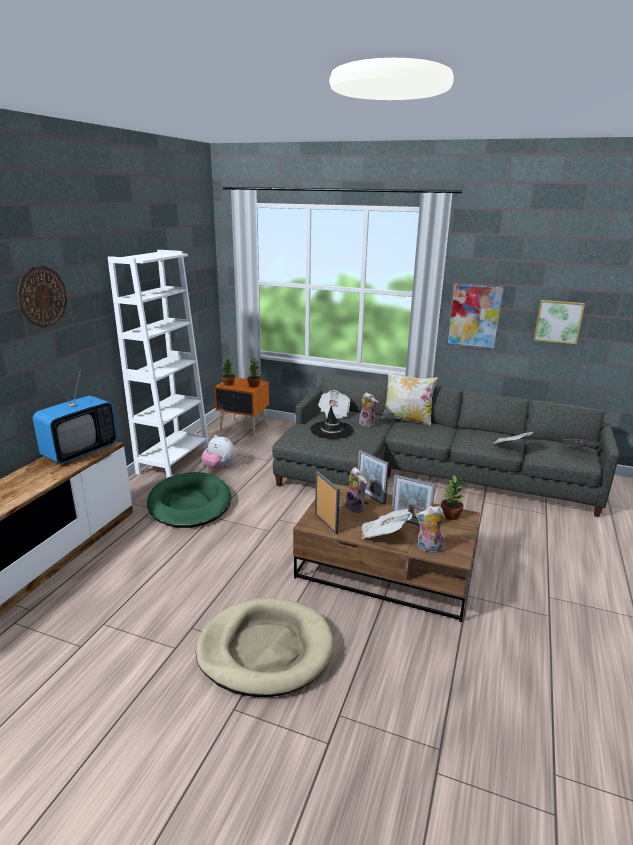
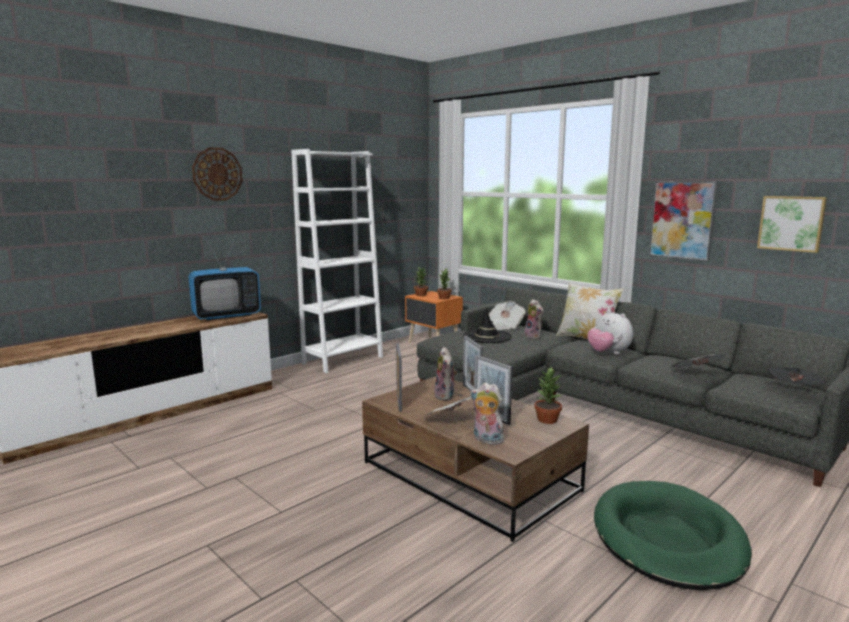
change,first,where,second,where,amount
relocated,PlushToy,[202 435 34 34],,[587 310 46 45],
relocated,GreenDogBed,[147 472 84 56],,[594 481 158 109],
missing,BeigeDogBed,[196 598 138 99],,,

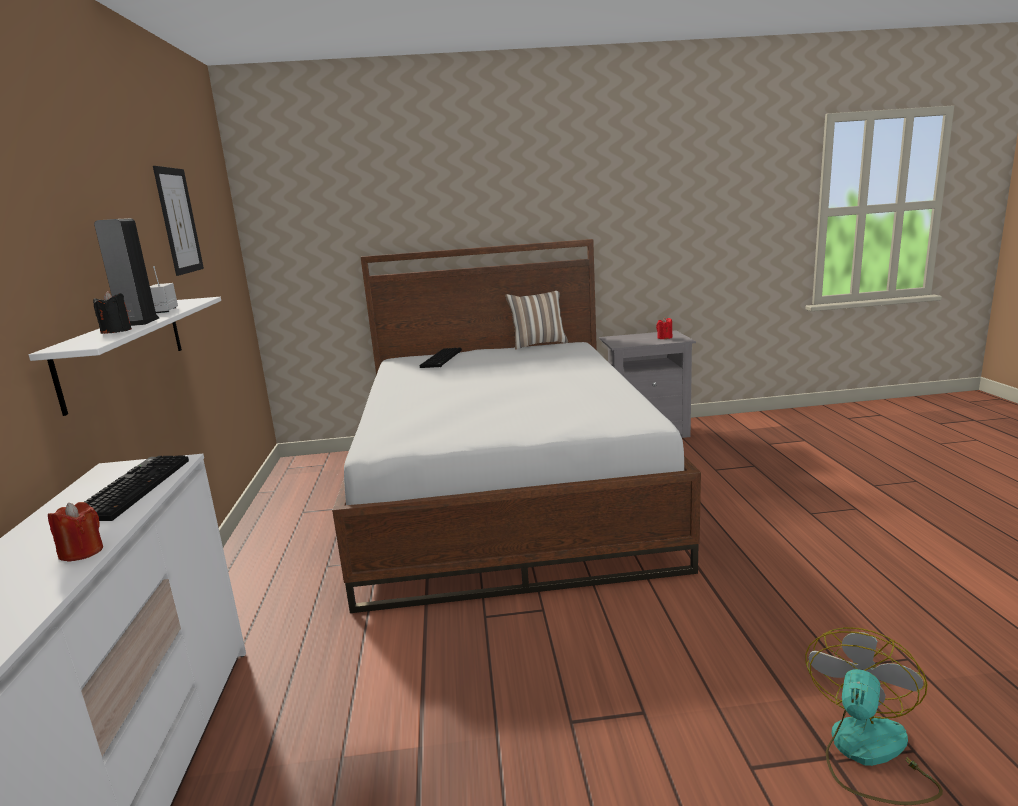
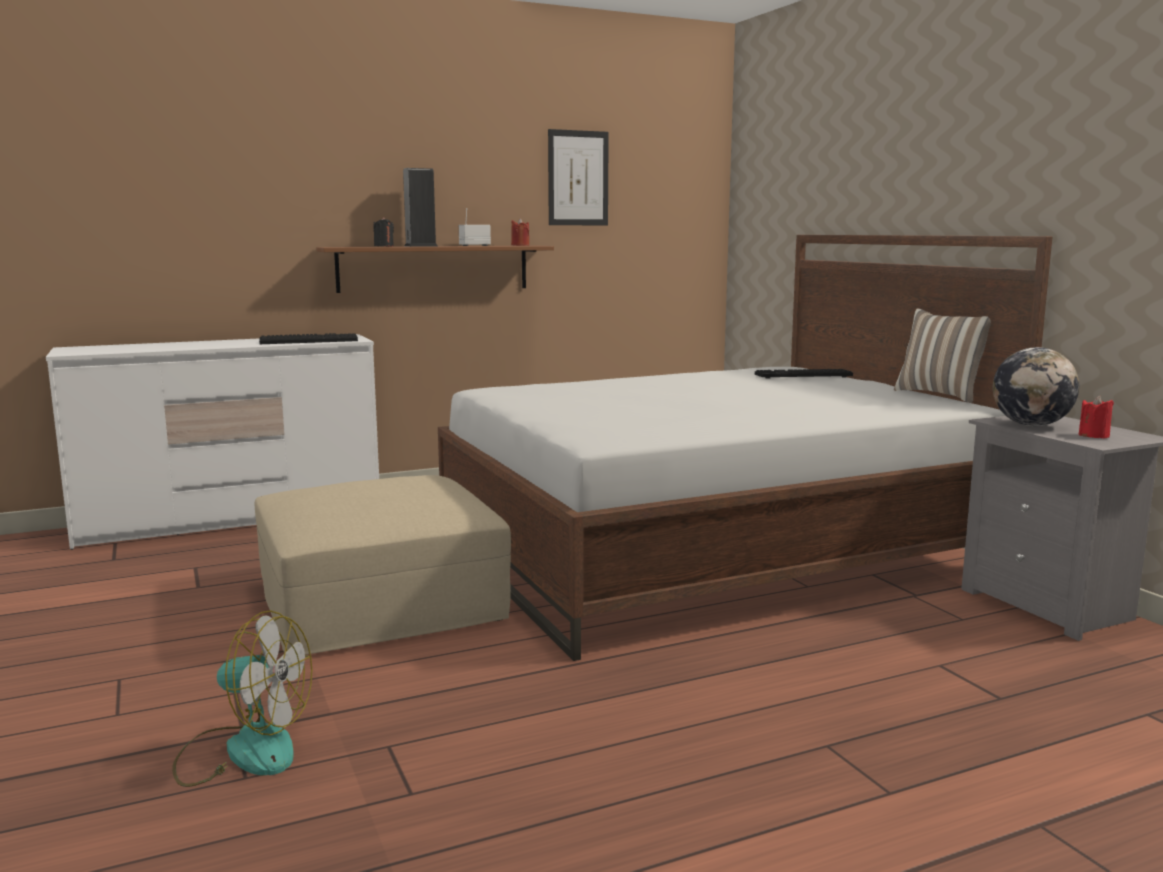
change,first,where,second,where,amount
colour,WhiteShelf,[29 297 192 119],BrownShelf,[317 246 237 47],
relocated,RedCandle,[48 502 55 59],,[511 218 18 28],
appeared,,,Globe,[993 347 86 79],
appeared,,,BeigeOttoman,[255 475 256 180],

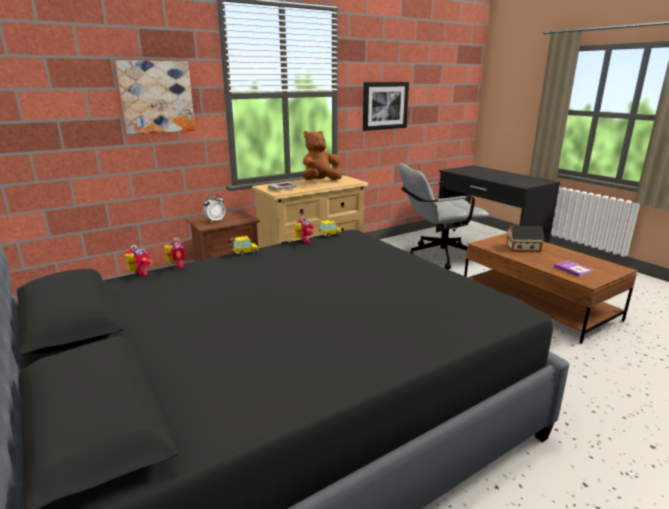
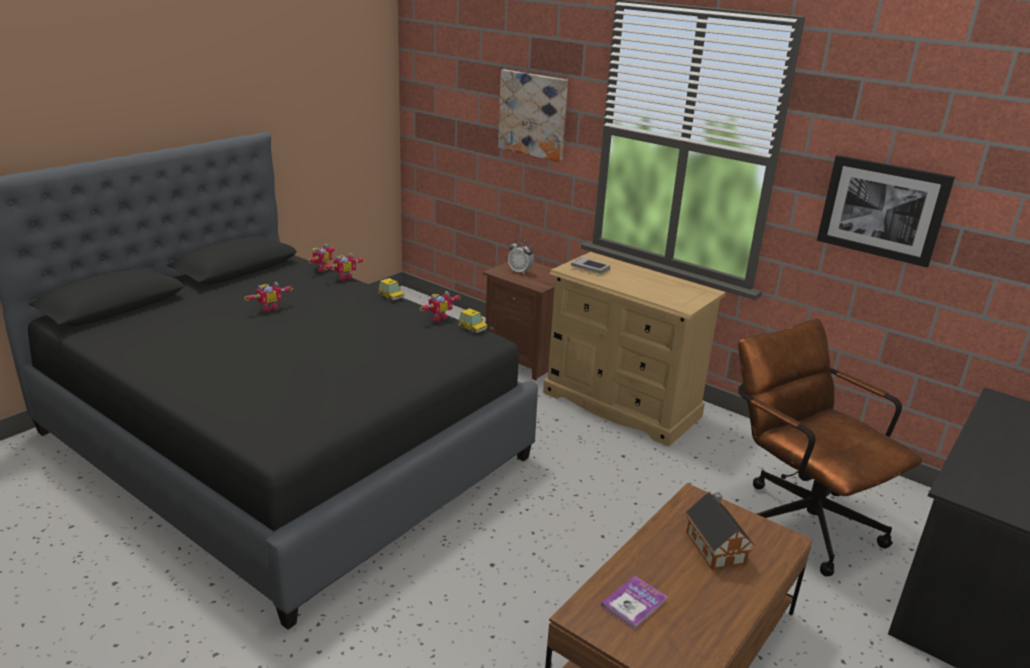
change,first,where,second,where,amount
missing,BrownPlushToy,[302 131 40 49],,,
colour,GreyOfficeChair,[398 163 91 107],BrownOfficeChair,[738 319 184 258],
appeared,,,ToyRobot,[244 282 49 30],

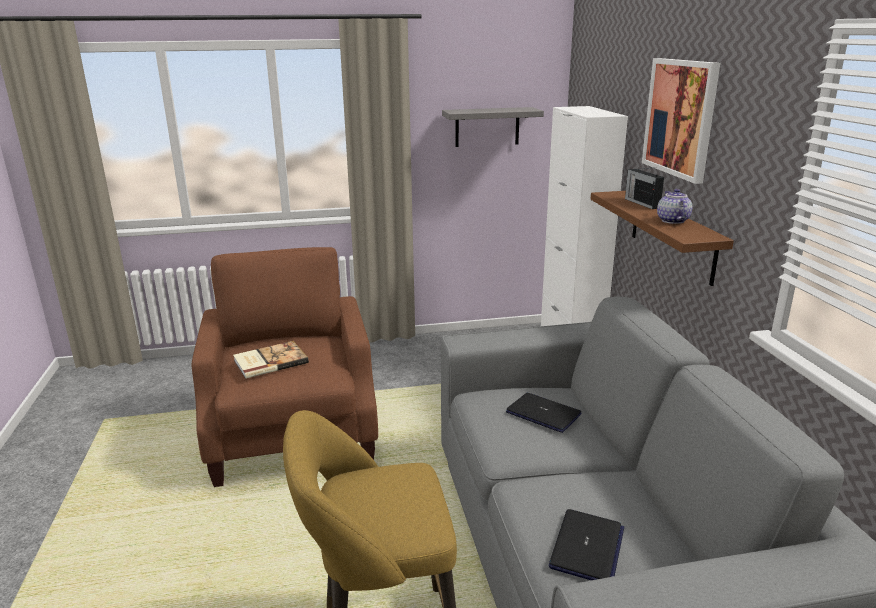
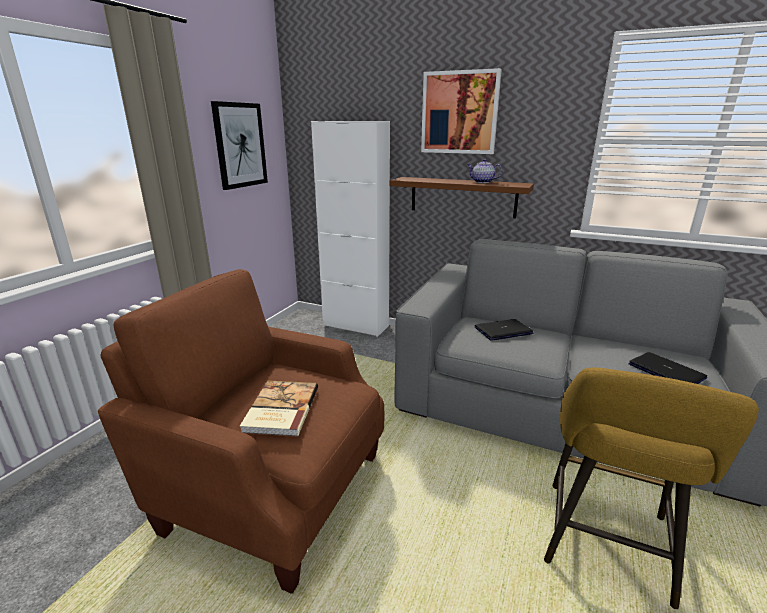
change,first,where,second,where,amount
exchanged,GreyShelf,[442 107 102 40],Picture,[211 101 57 89],
missing,Radio,[625 167 39 42],,,

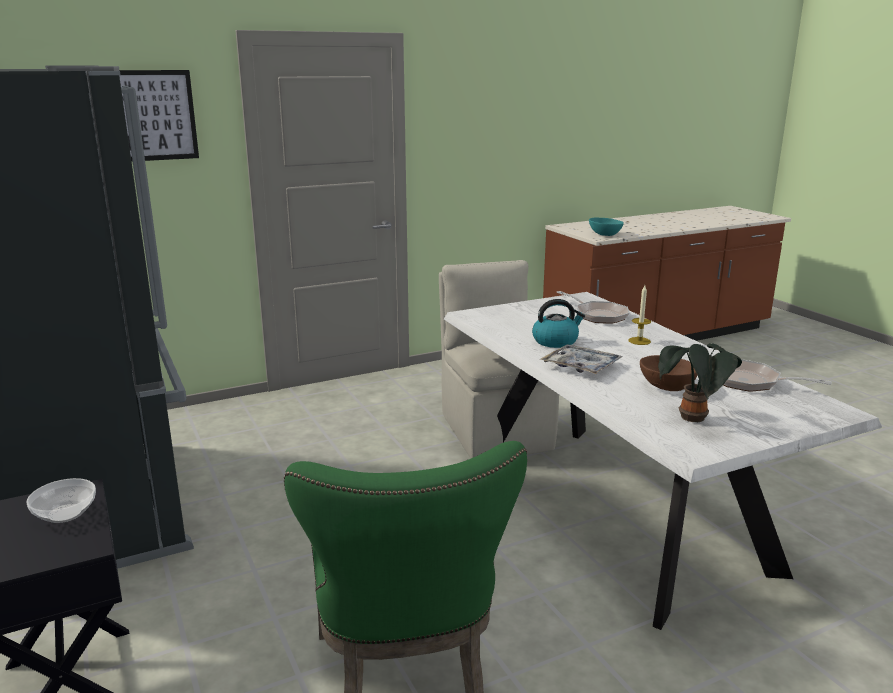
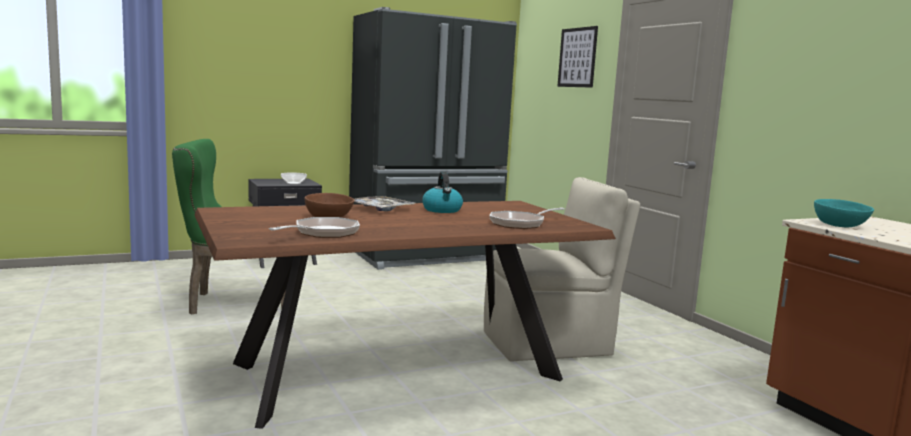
change,first,where,second,where,amount
missing,Candle,[628 285 23 60],,,
colour,WhiteDiningTable,[444 292 438 338],BrownDiningTable,[195 201 421 228],
missing,PottedPlant,[658 343 84 79],,,

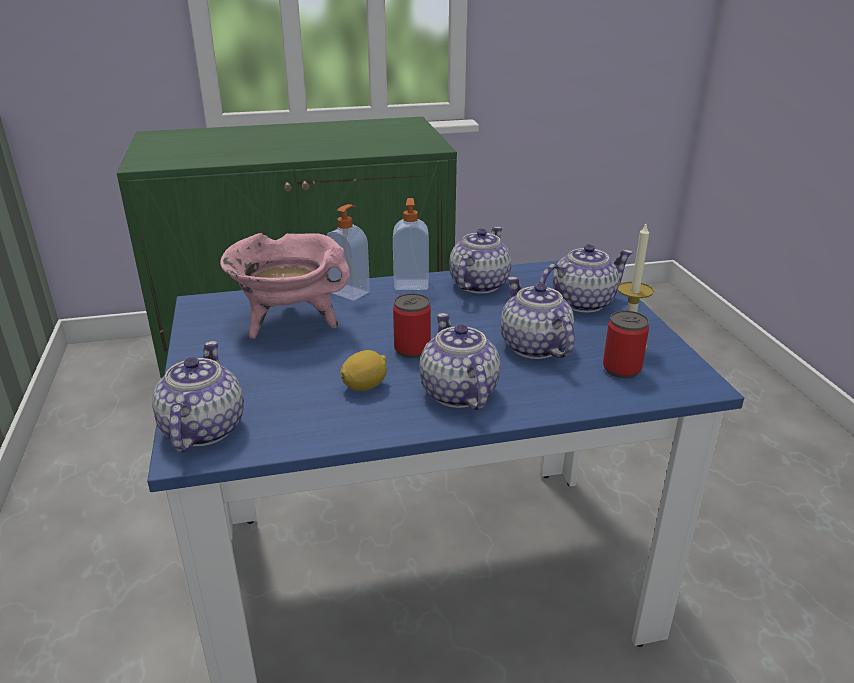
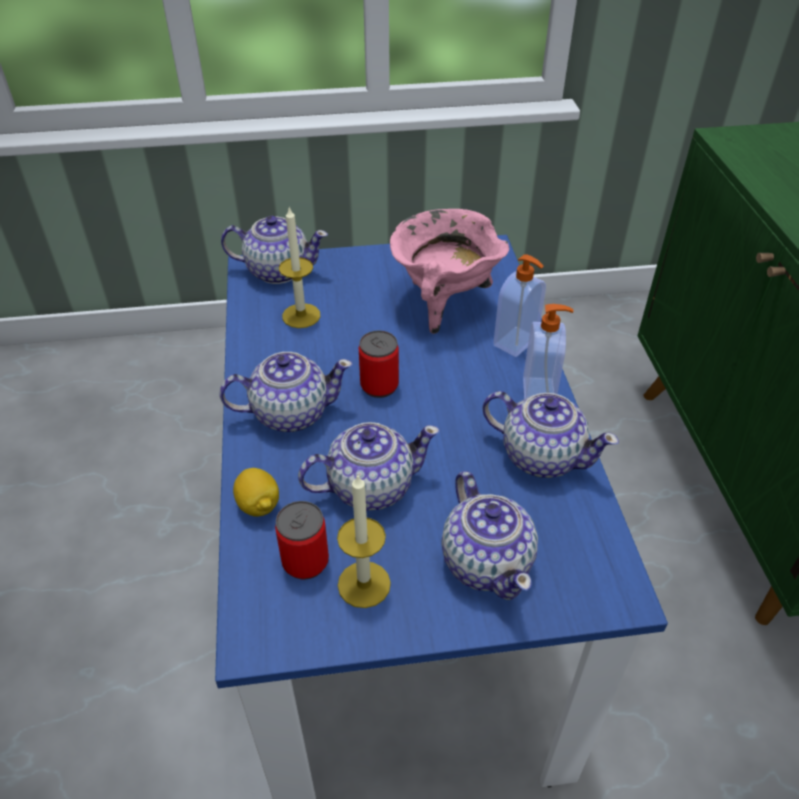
change,first,where,second,where,amount
relocated,Lemon,[340 350 47 41],,[233 468 46 49],
appeared,,,Candle,[279 207 41 121],

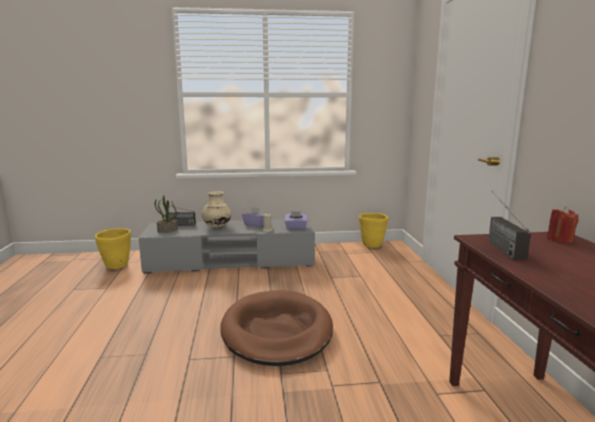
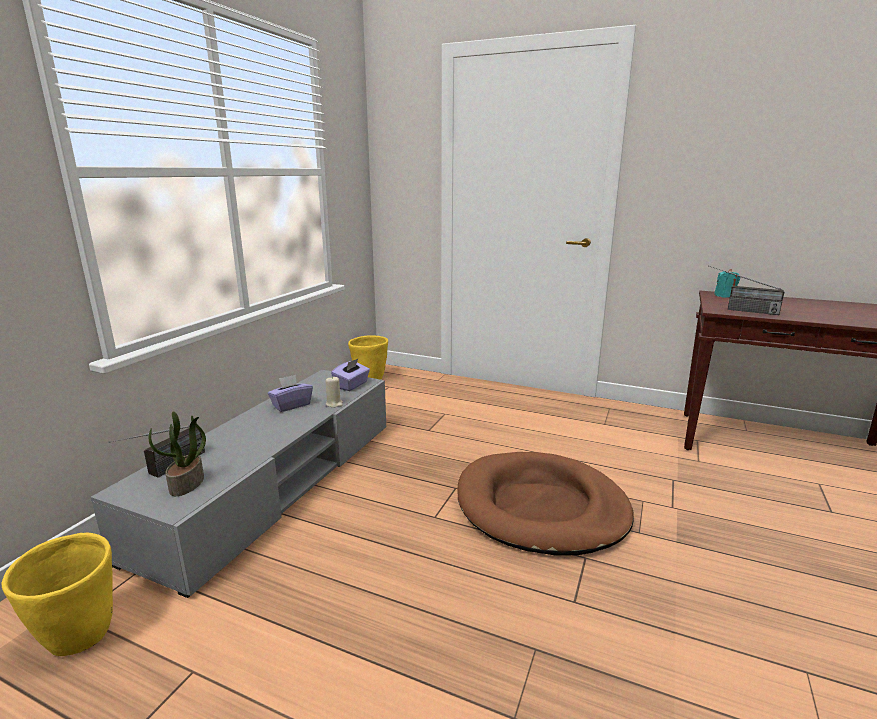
change,first,where,second,where,amount
missing,BeigeVase,[202 191 29 37],,,
colour,RedCandle,[547 207 31 36],TurquoiseCandle,[714 269 26 29],

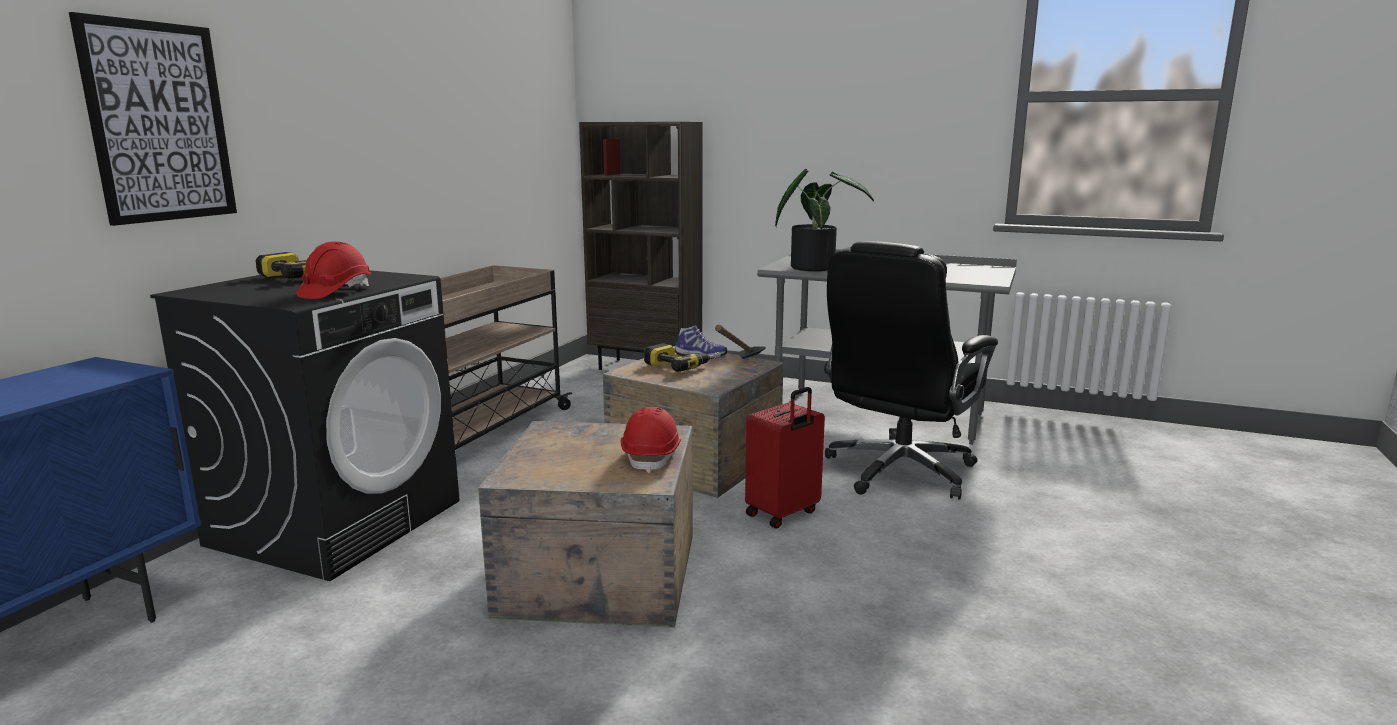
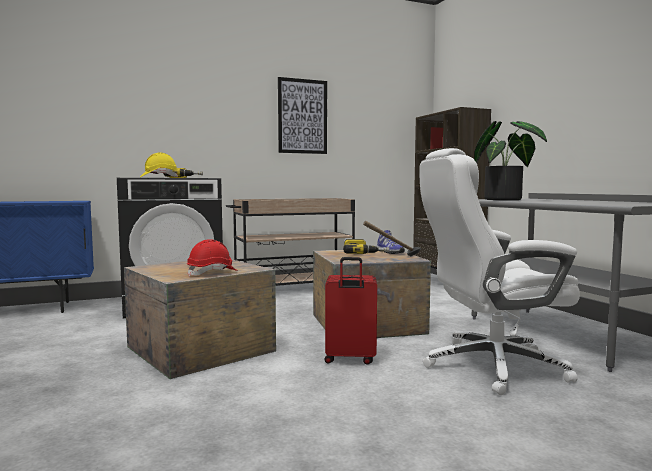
change,first,where,second,where,amount
relocated,Picture,[69 12 168 214],,[278 77 49 77],
colour,RedHardHat,[296 241 75 58],YellowHardHat,[140 153 38 24],
colour,BlackOfficeChair,[824 241 174 259],WhiteOfficeChair,[419 148 161 247],

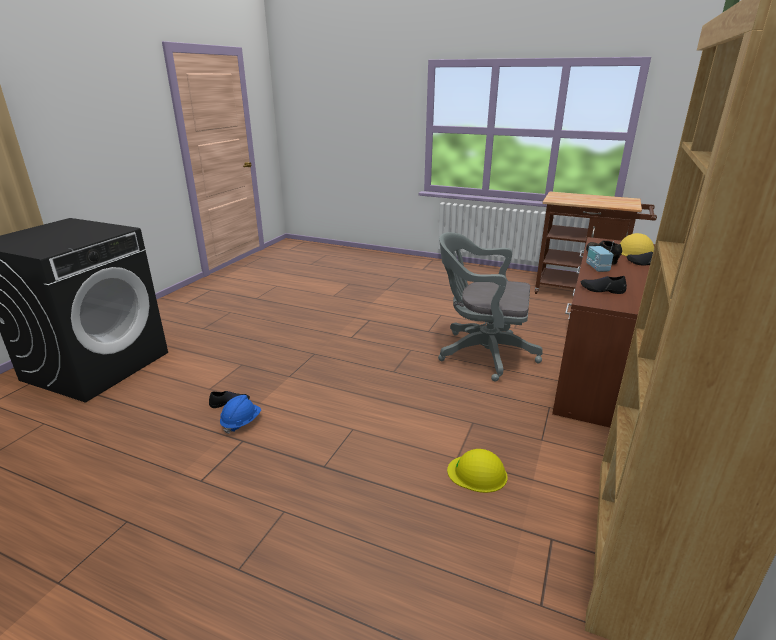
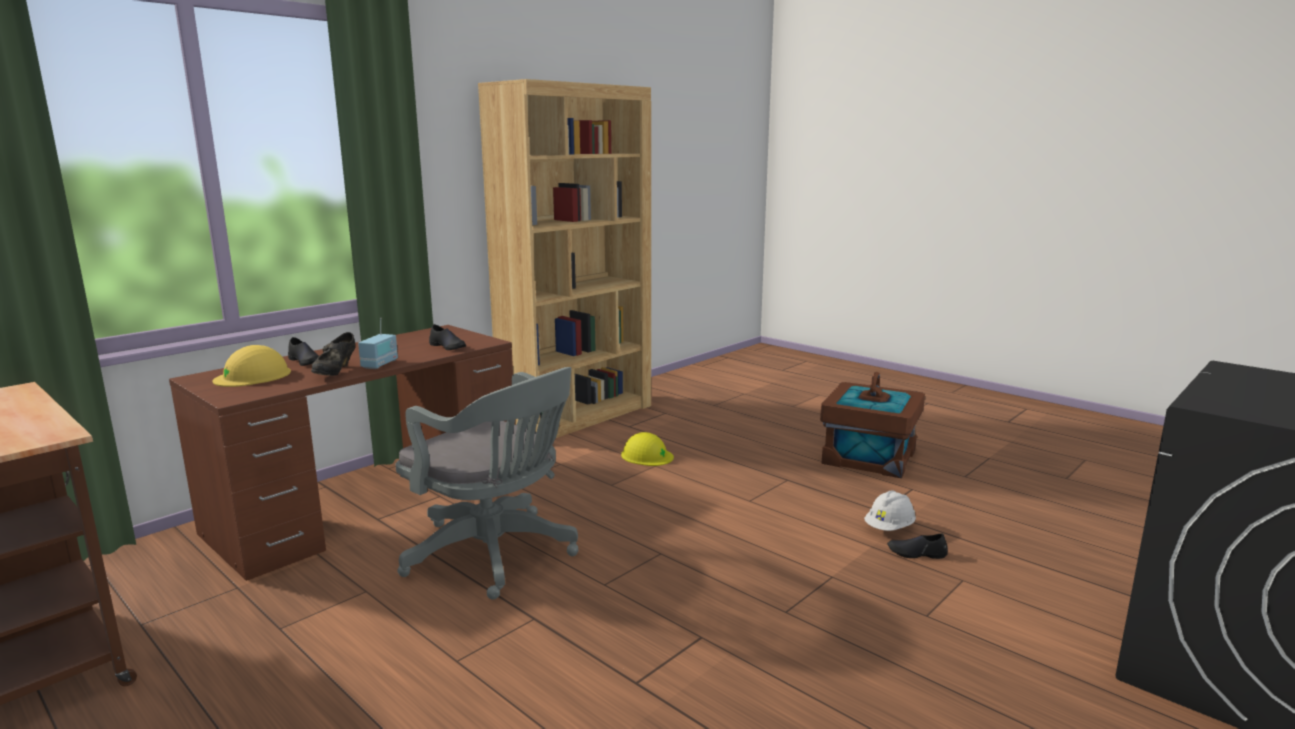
change,first,where,second,where,amount
colour,BlueHardHat,[220 395 41 39],WhiteHardHat,[864 490 52 41],
appeared,,,BrownStorageBox,[820 372 105 106],

